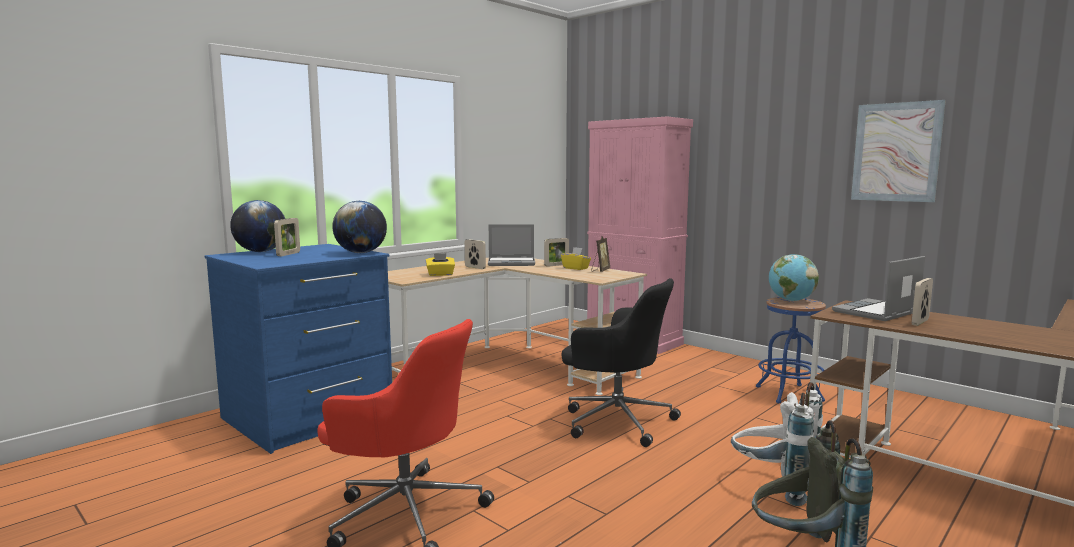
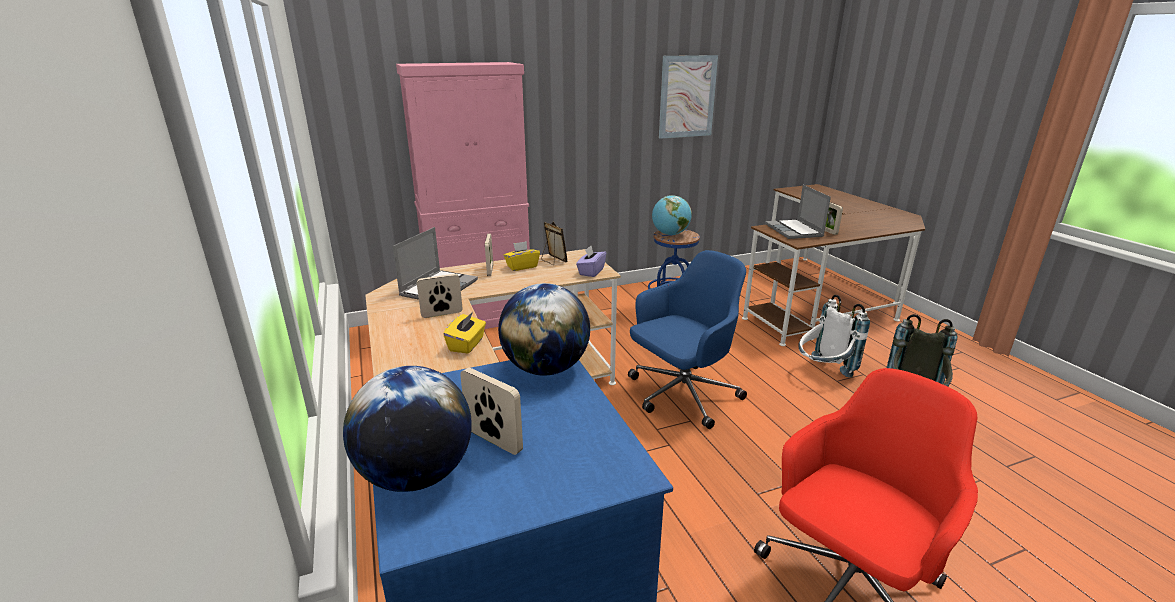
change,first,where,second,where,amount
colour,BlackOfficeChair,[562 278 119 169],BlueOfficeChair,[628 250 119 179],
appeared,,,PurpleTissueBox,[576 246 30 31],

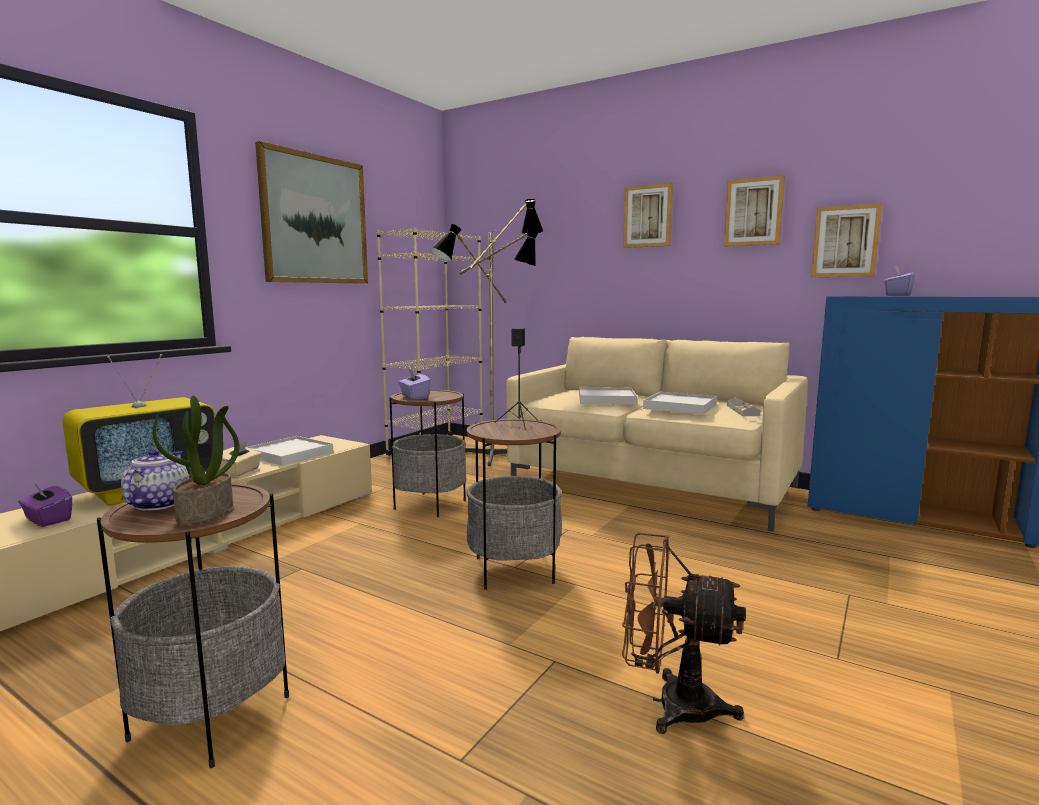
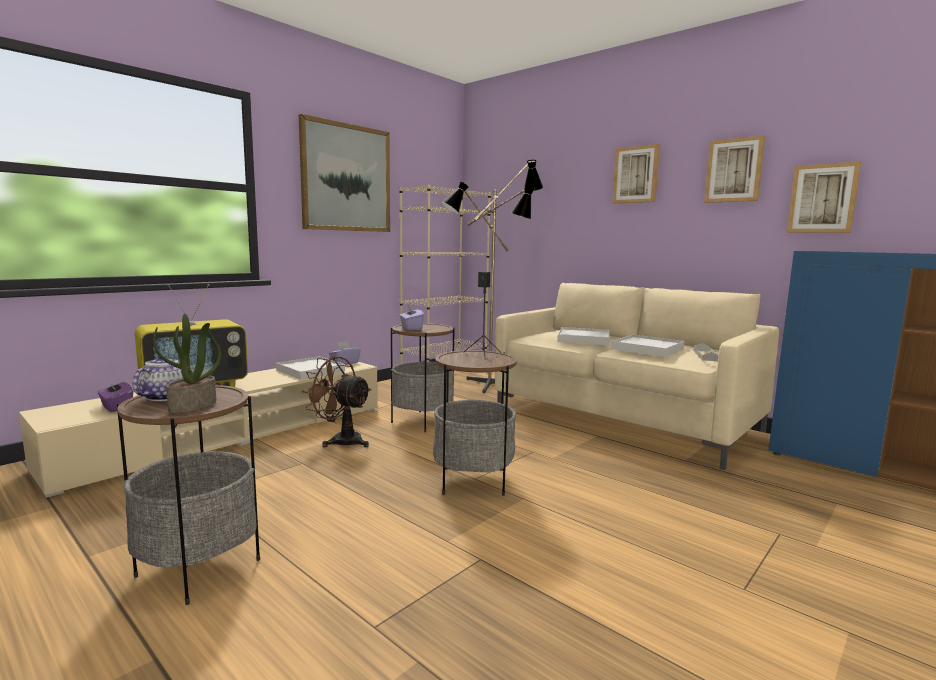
change,first,where,second,where,amount
relocated,PurpleTissueBox,[884 266 31 30],,[329 341 32 24],
missing,BeigeTissueBox,[219 441 43 36],,,
relocated,BrownFan,[622 533 124 201],,[302 356 69 91],

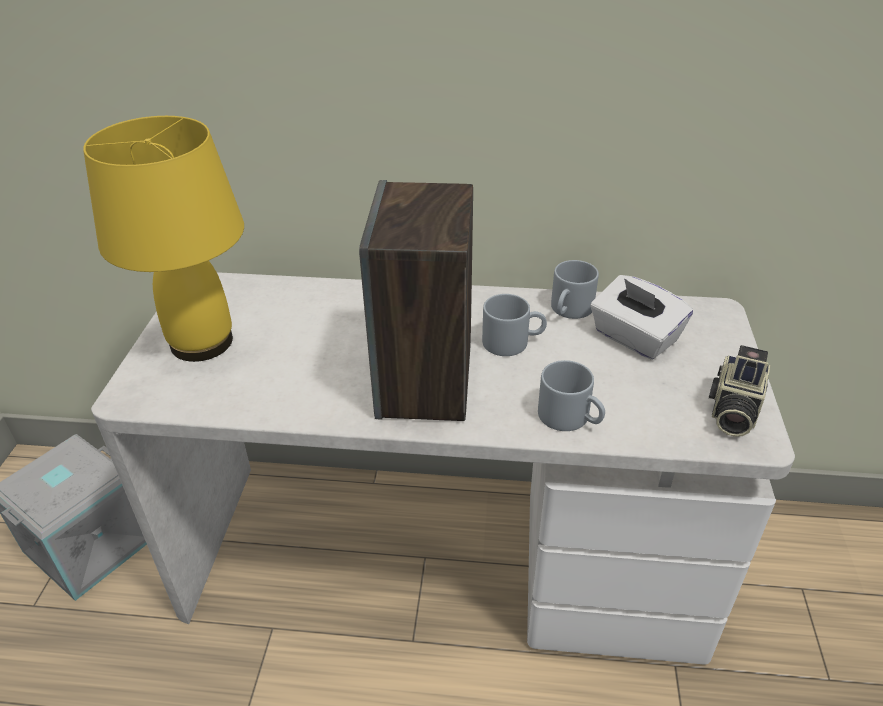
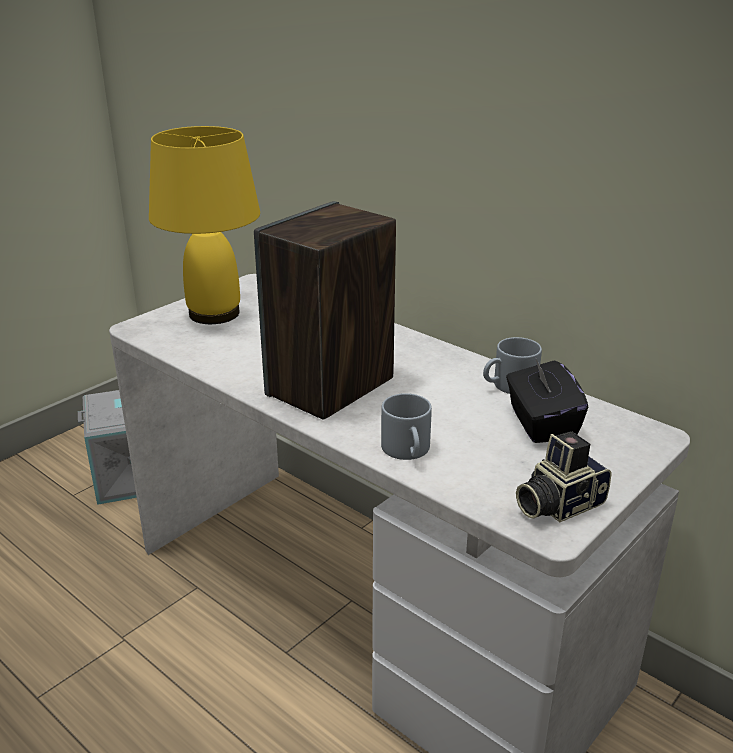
change,first,where,second,where,amount
colour,WhiteTissueBox,[590 275 103 85],BlackTissueBox,[506 357 82 86],
missing,GreyMug,[482 294 65 62],,,

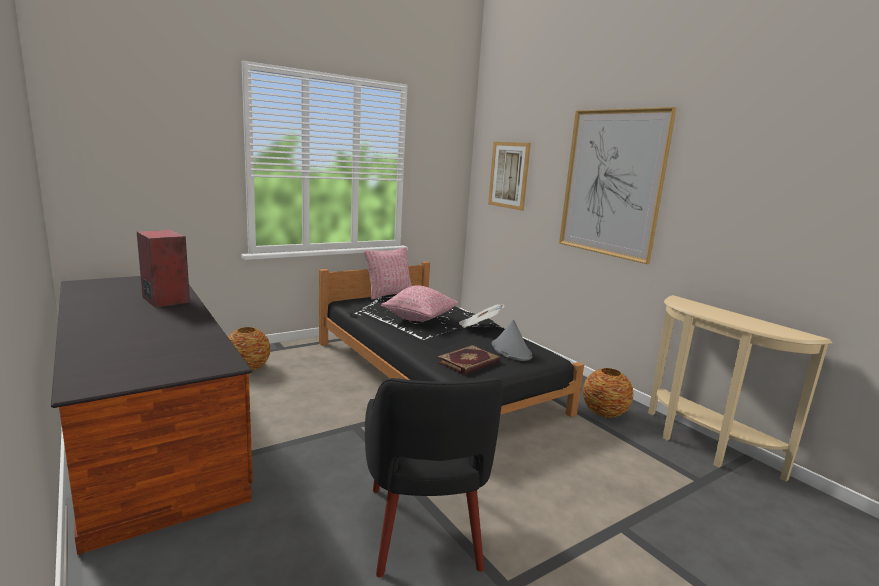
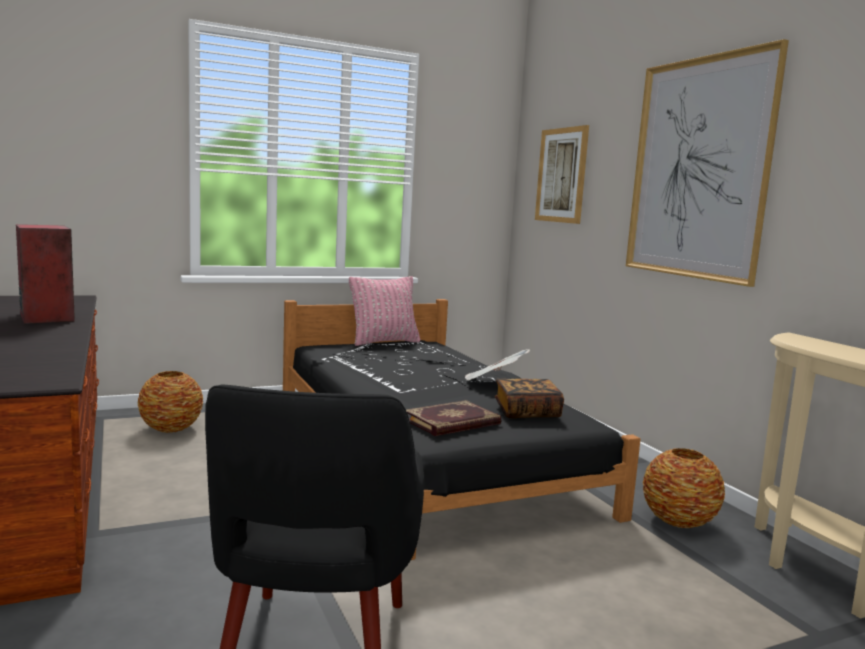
change,first,where,second,where,amount
missing,PinkPillow,[381 285 77 36],,,
exchanged,GreyHat,[492 320 40 41],Book,[495 379 69 39],

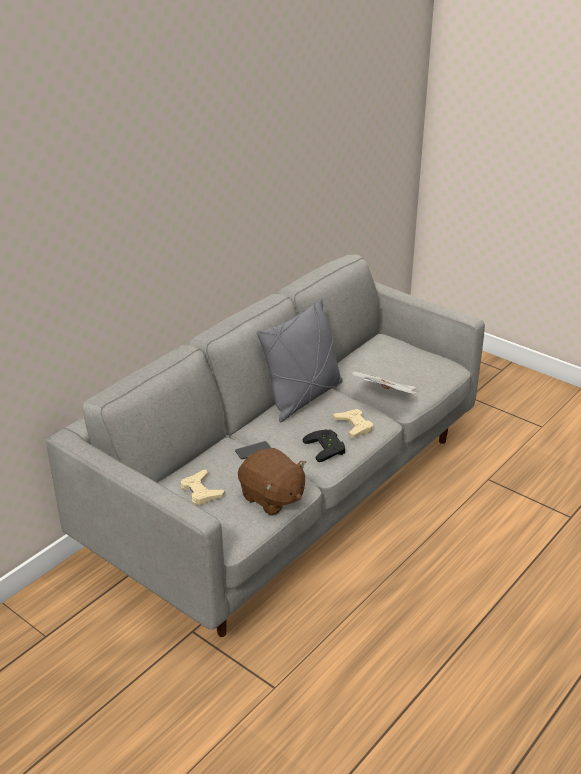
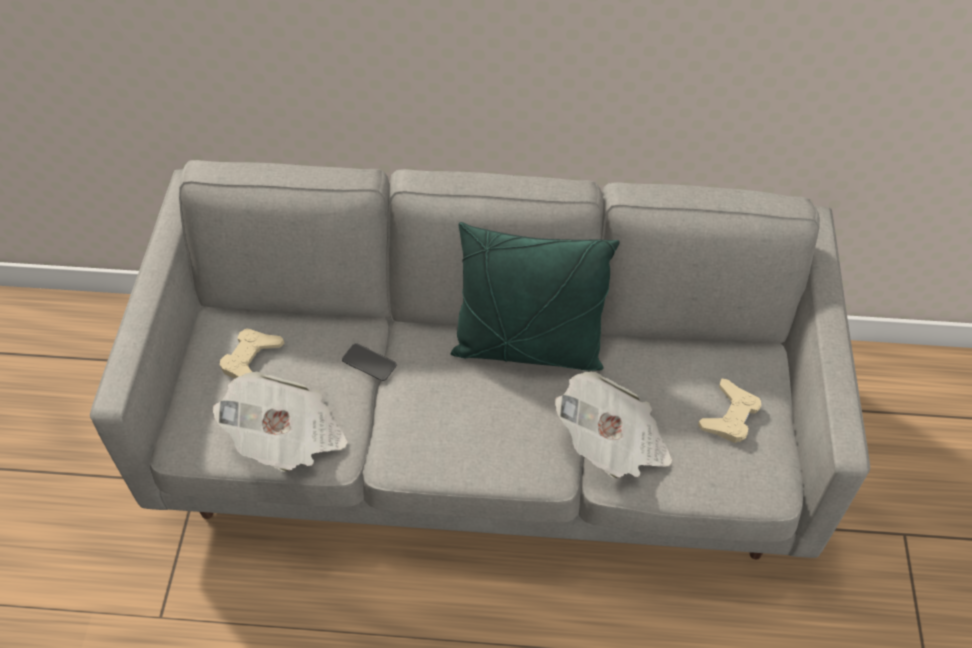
change,first,where,second,where,amount
colour,GreyPillow,[257 298 86 124],GreenPillow,[451 222 169 149],
relocated,BeigeGameController,[333 409 40 29],,[698 378 63 65],
missing,BlackGameController,[303 430 42 32],,,
exchanged,BrownPlushToy,[238 448 68 68],Newspaper,[213 372 135 100],

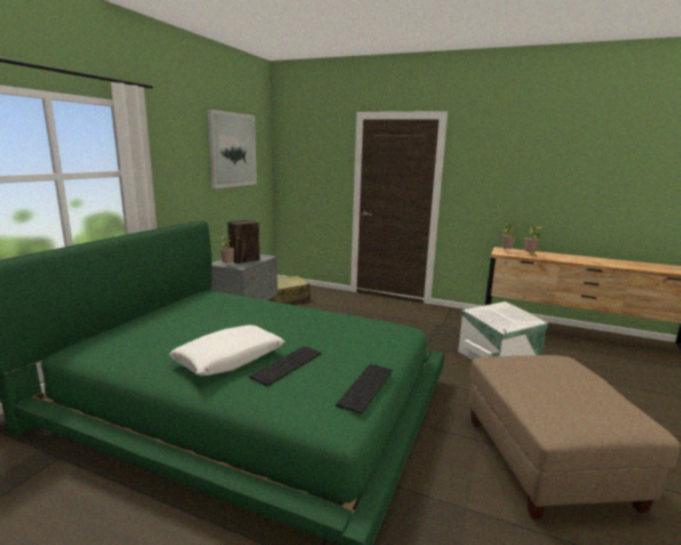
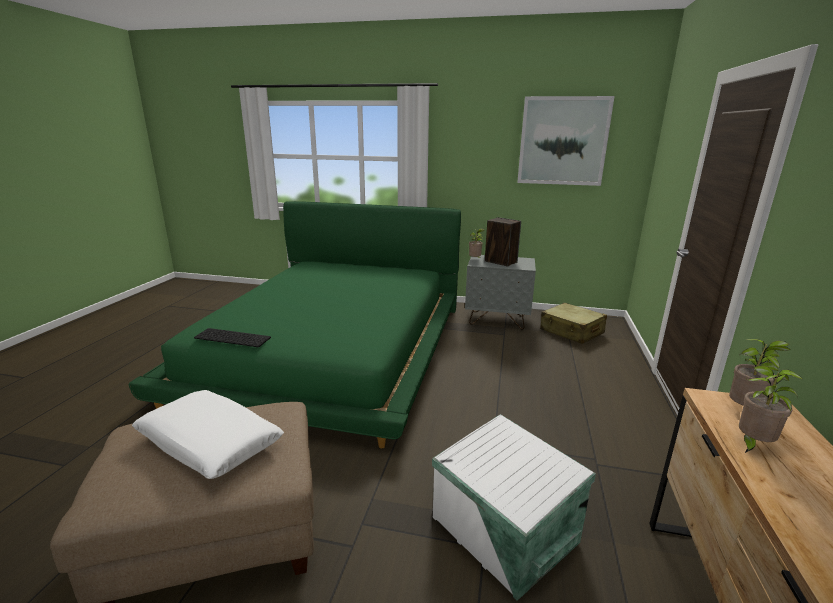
change,first,where,second,where,amount
relocated,WhitePillow,[169 325 116 51],,[132 390 152 89],
missing,Keyboard,[249 346 73 40],,,

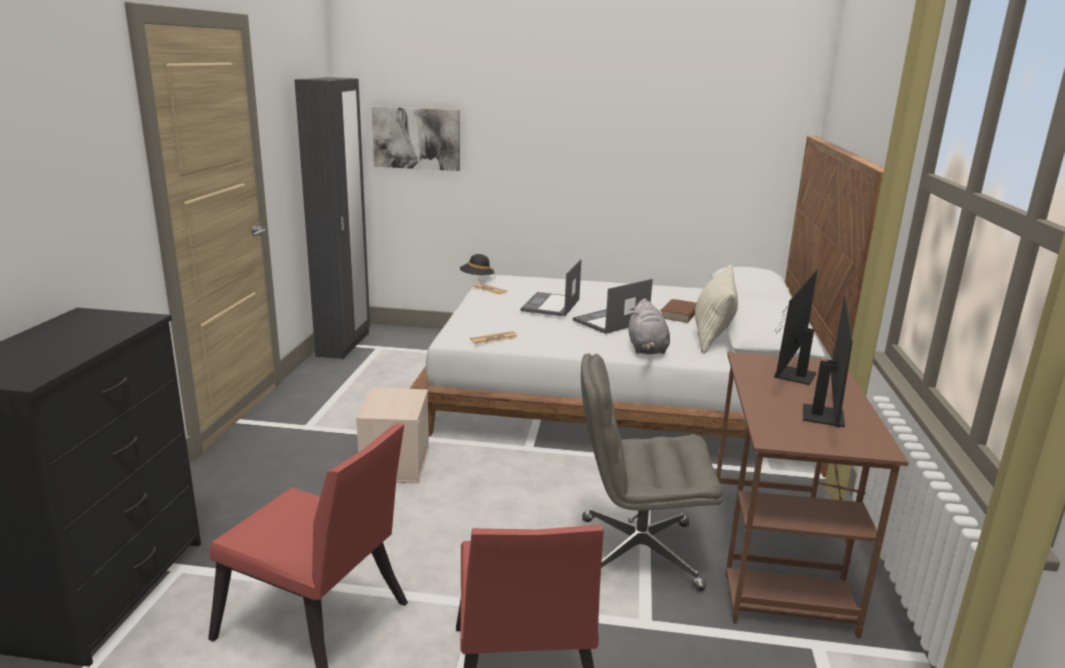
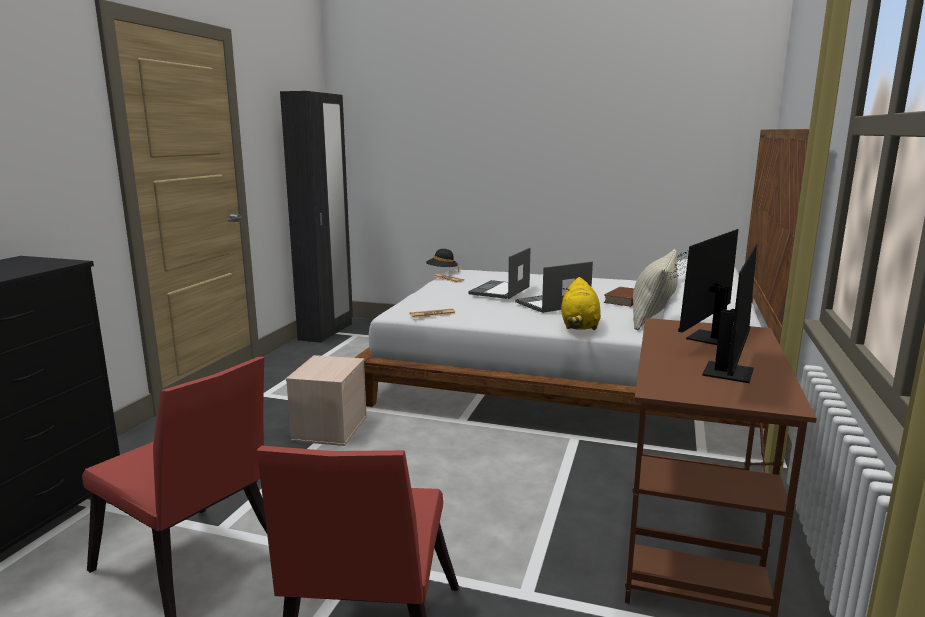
change,first,where,second,where,amount
missing,Picture,[372 106 88 65],,,
colour,GreyPlushToy,[628 299 42 55],YellowPlushToy,[561 277 40 53],
missing,GreyOfficeChair,[581 354 142 237],,,

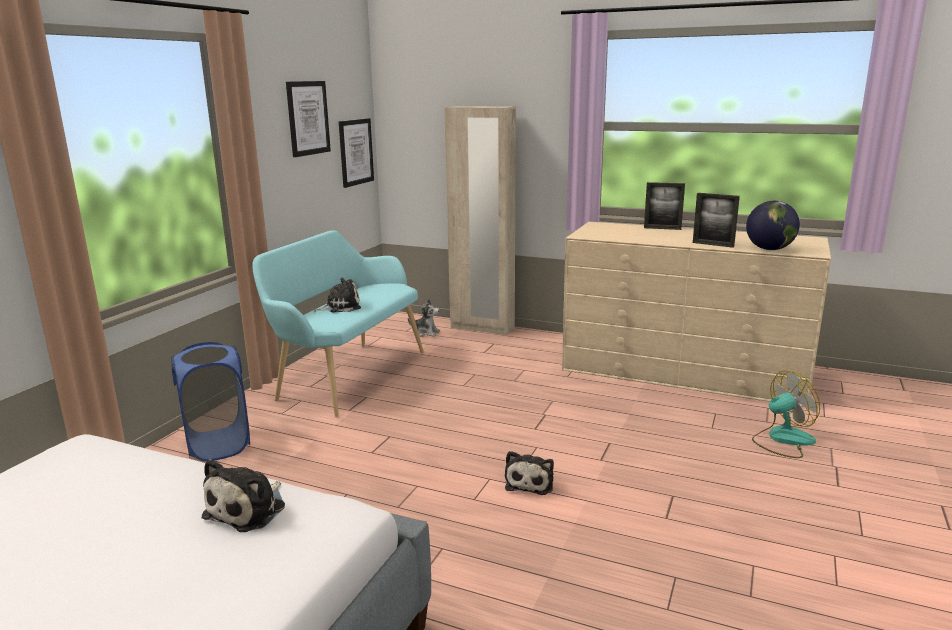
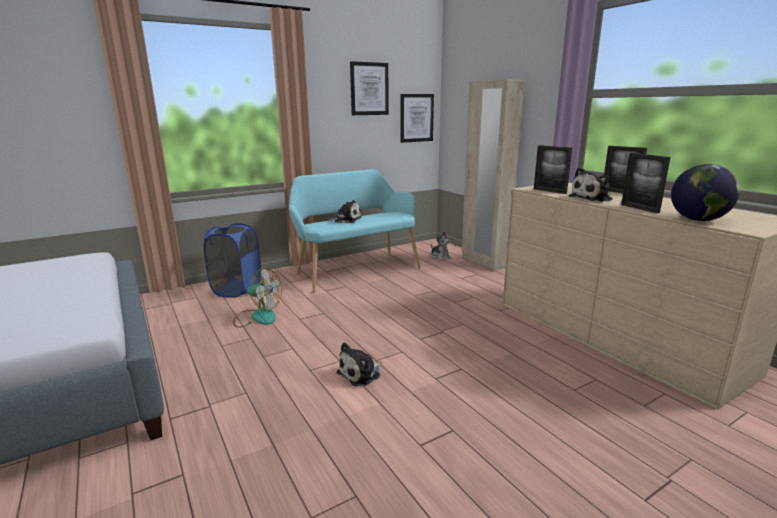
change,first,where,second,where,amount
relocated,Fan,[752 370 68 88],,[233 268 49 60],
relocated,PlushToy,[202 459 83 73],,[569 168 44 34],
appeared,,,PictureFrame,[534 145 38 49],

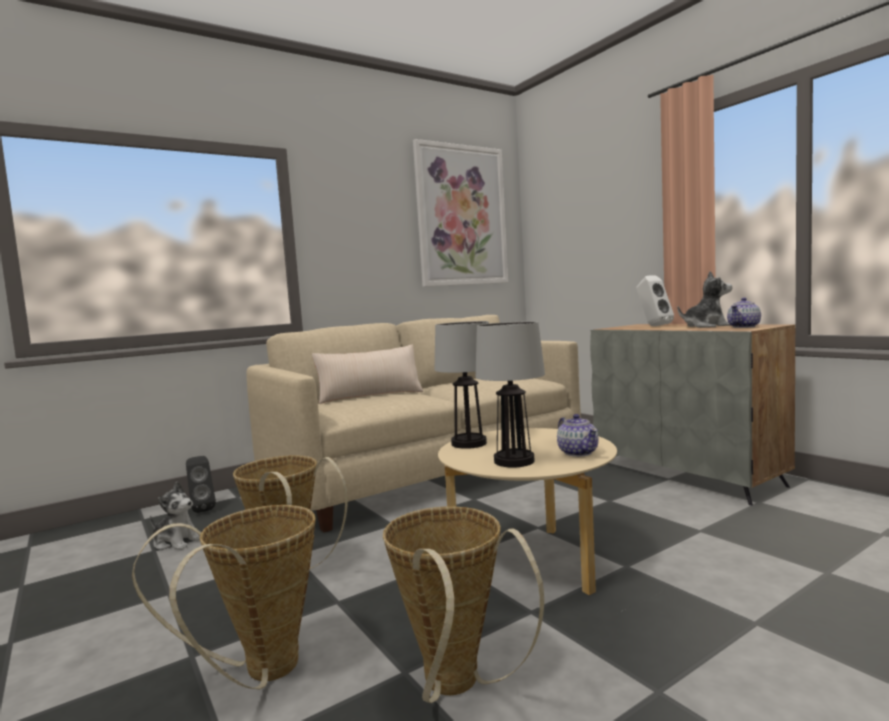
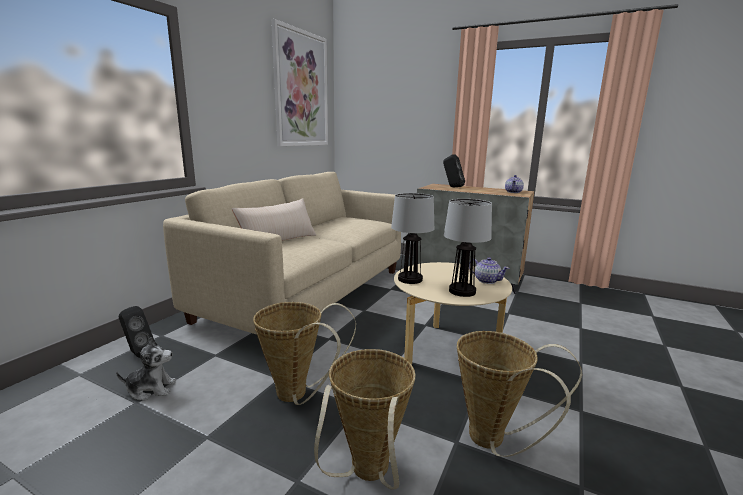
change,first,where,second,where,amount
missing,PlushToy,[678 271 54 57],,,
colour,WhiteSpeaker,[637 276 37 50],BlackSpeaker,[443 154 22 34],

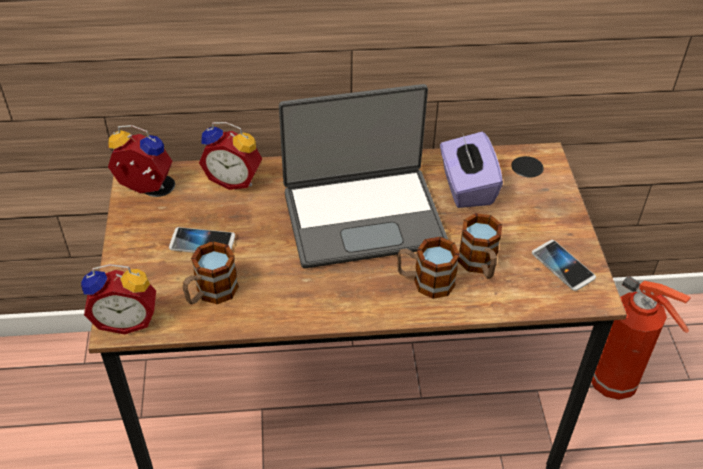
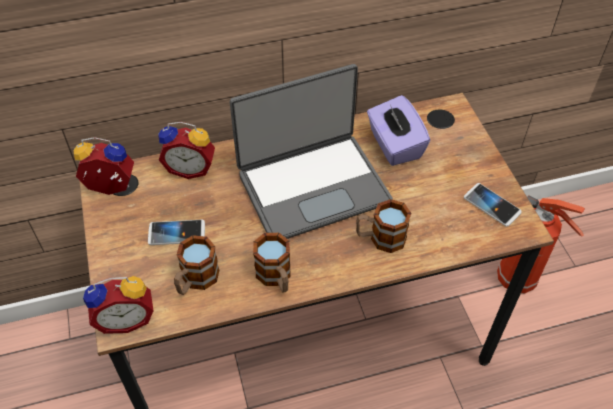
change,first,where,second,where,amount
relocated,Mug,[458 213 44 66],,[253 233 37 60],

